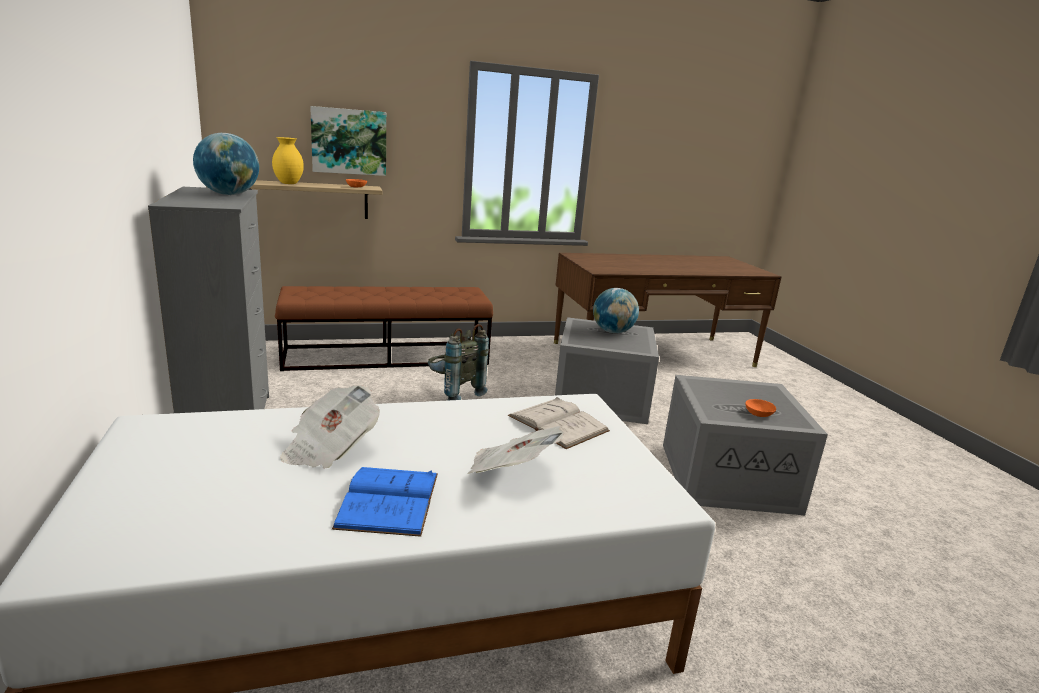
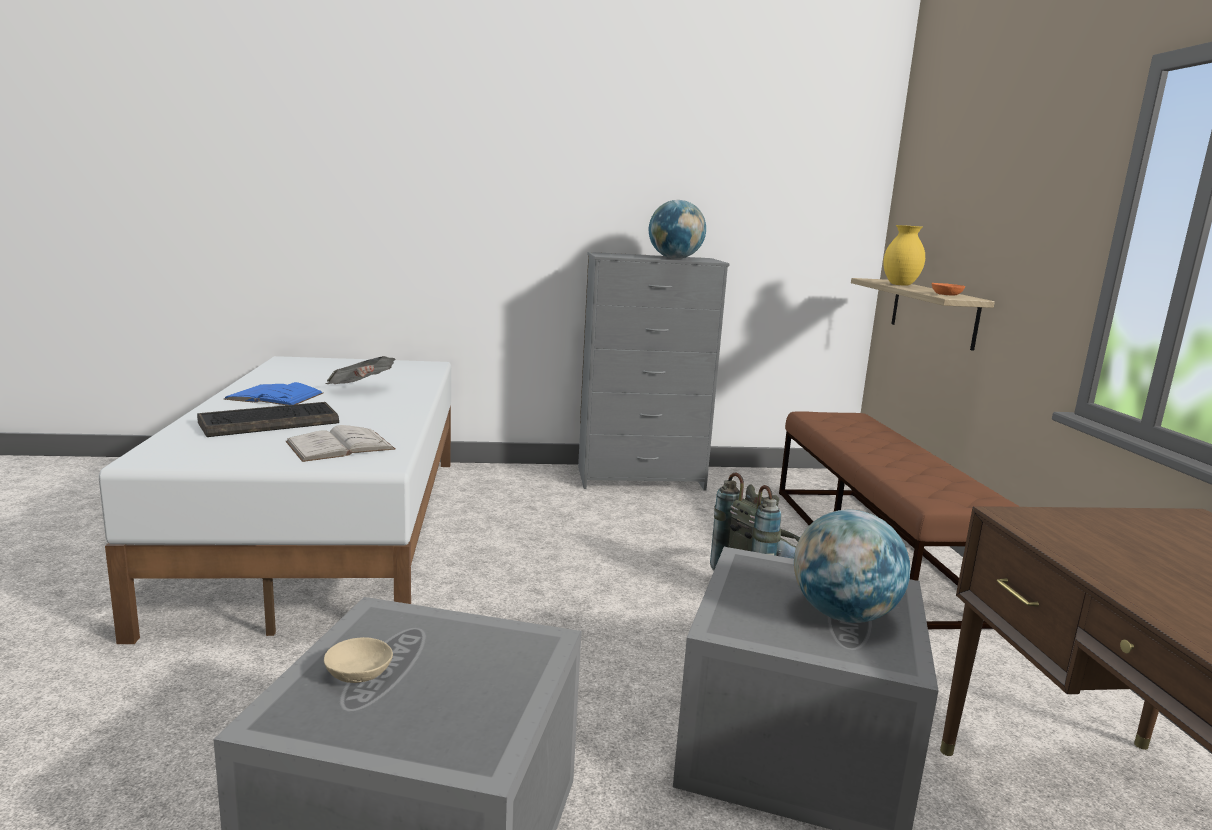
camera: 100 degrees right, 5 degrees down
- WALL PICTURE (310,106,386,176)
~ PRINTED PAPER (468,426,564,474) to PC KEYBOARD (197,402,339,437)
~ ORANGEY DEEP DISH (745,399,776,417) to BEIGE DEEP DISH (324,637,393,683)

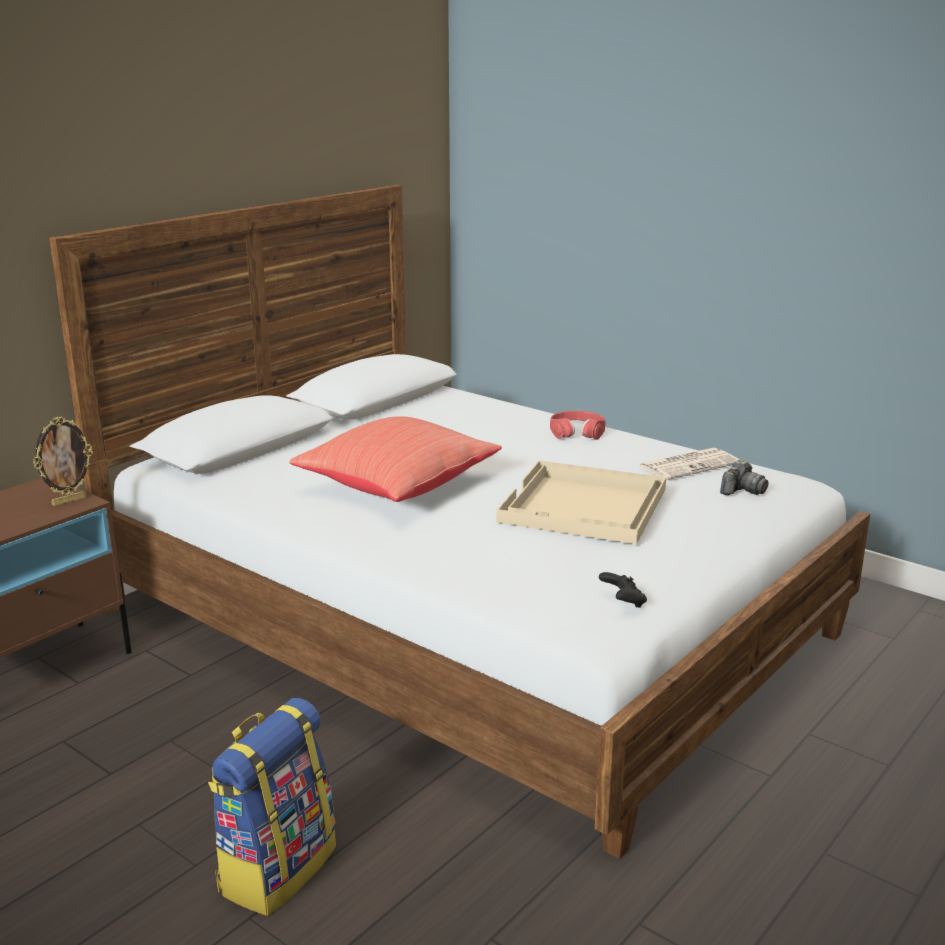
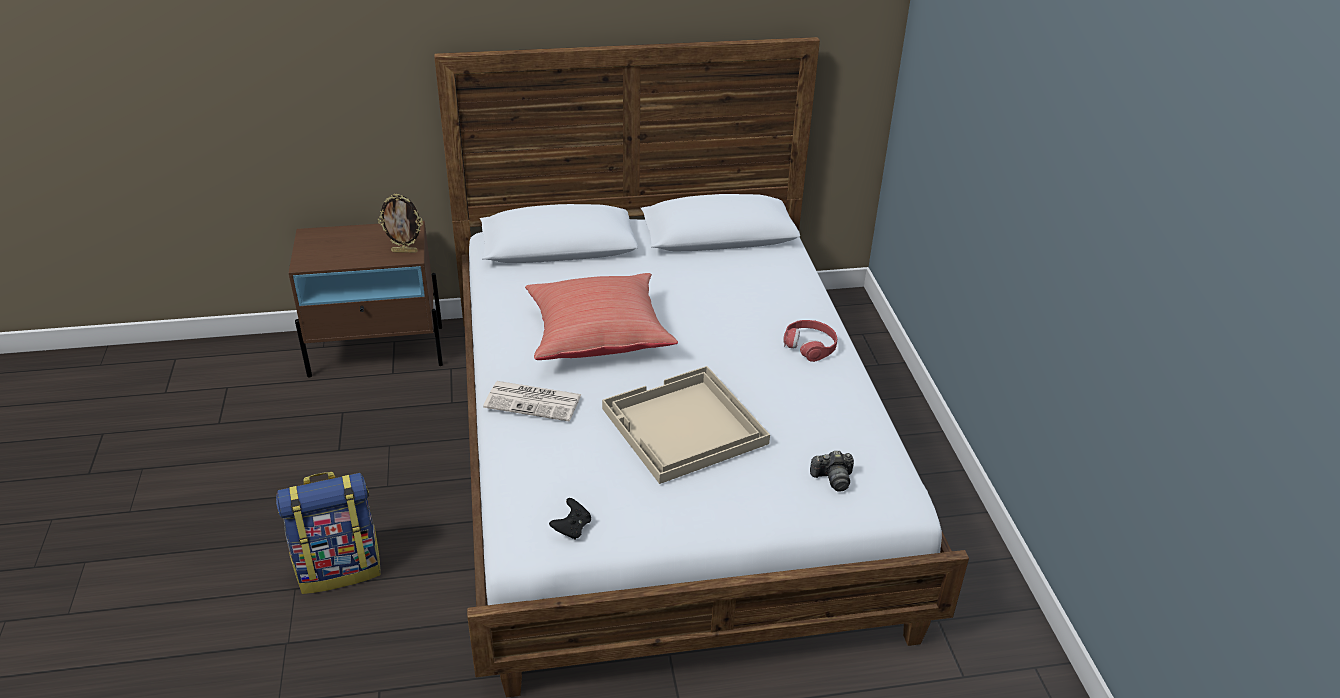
camera: 40 degrees right, 15 degrees up
~ PRINTED PAPER (639,448,739,480) to (483,381,582,421)

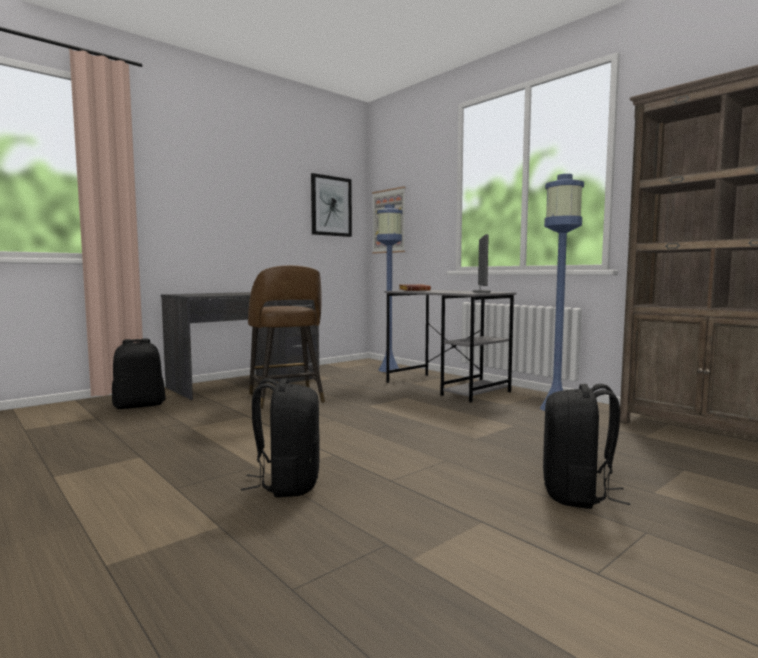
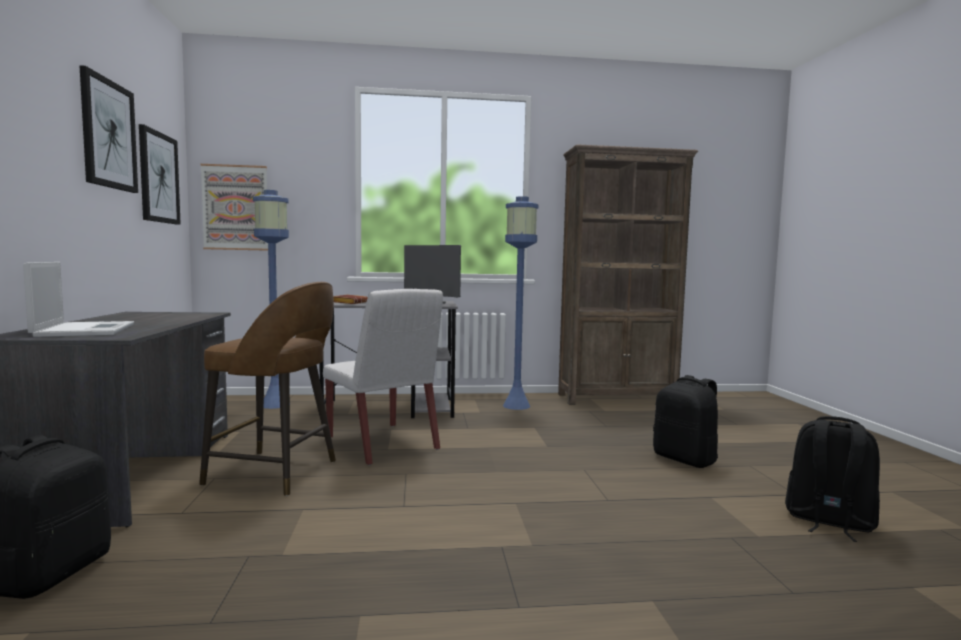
camera: 55 degrees left, 0 degrees up
~ BLACKISH RUCKSACK (241,378,320,497) to (785,416,880,542)
+ LAPTOP (23,262,134,337)
+ WALL PICTURE (79,65,138,193)
+ WHITISH CHAIR (323,289,443,466)

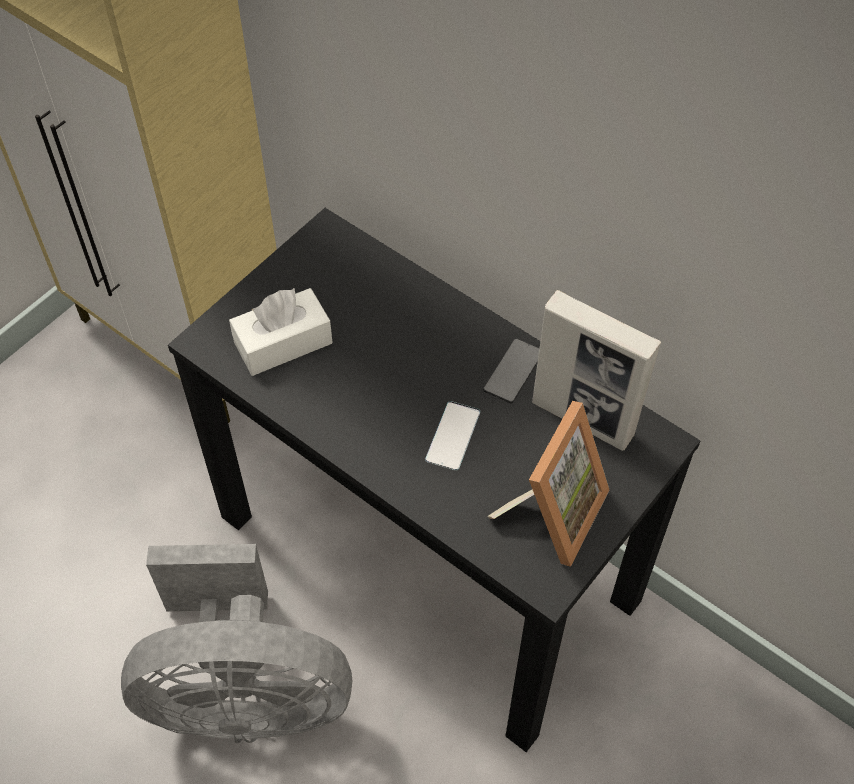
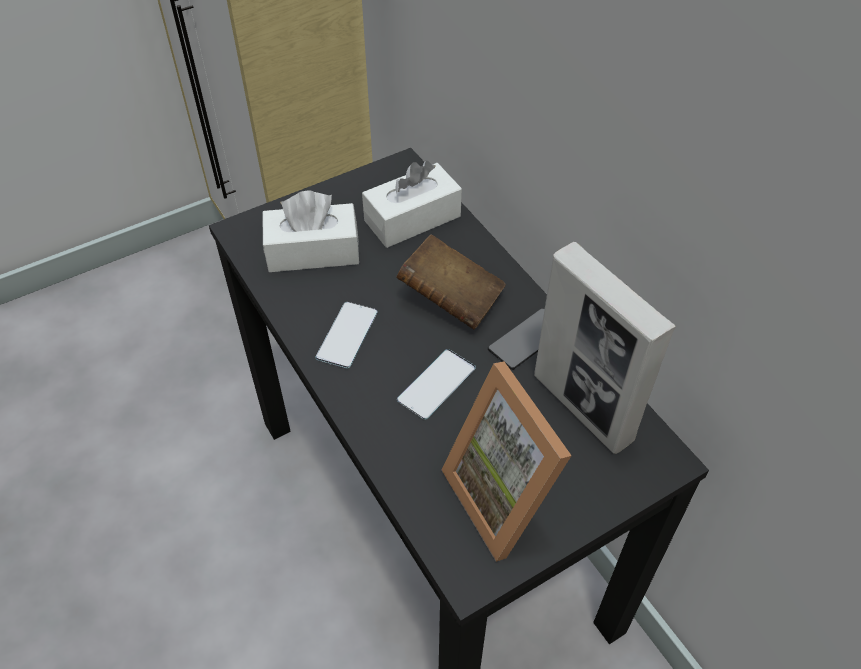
camera: 20 degrees right, 5 degrees down
- GREY COOLING FAN (121,544,352,743)
~ PHOTO FRAME (487,401,609,567) = (441,362,572,562) 105 degrees clockwise
+ HANDSET (315,302,378,369)
+ WHITISH BOX OF TISSUES (362,161,462,248)
+ BROWNISH BOUND BOOK (396,234,506,330)

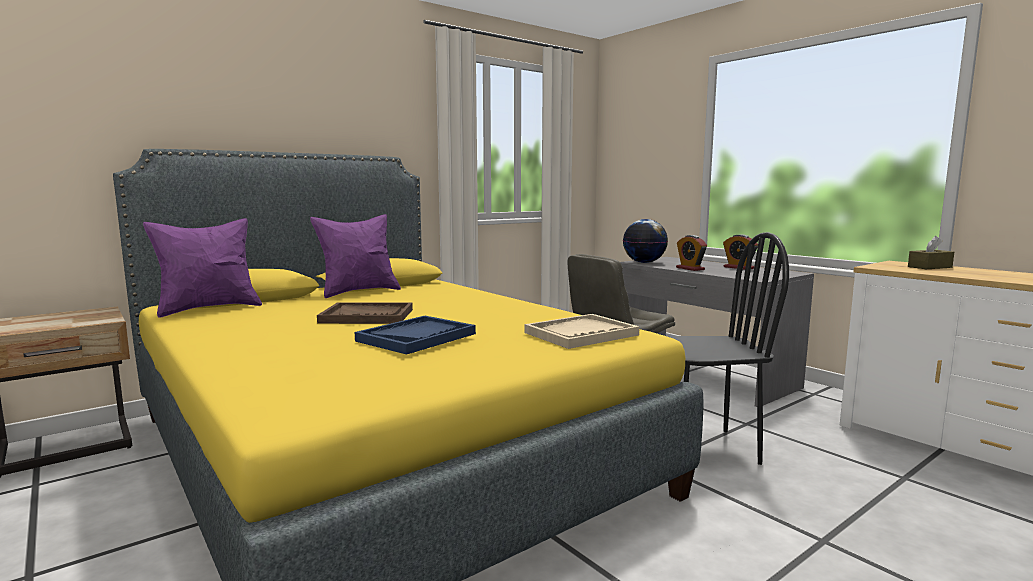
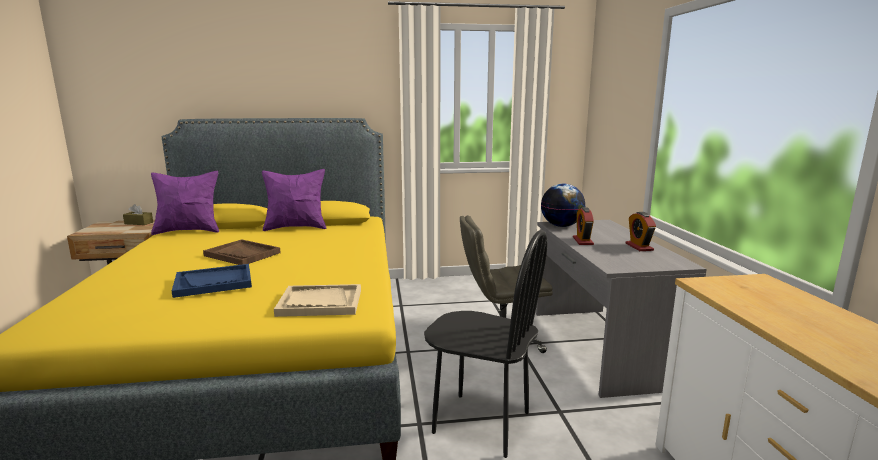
camera: 30 degrees right, 5 degrees up
~ BROWNISH BOX OF TISSUES (908,236,954,269) to (123,204,153,225)

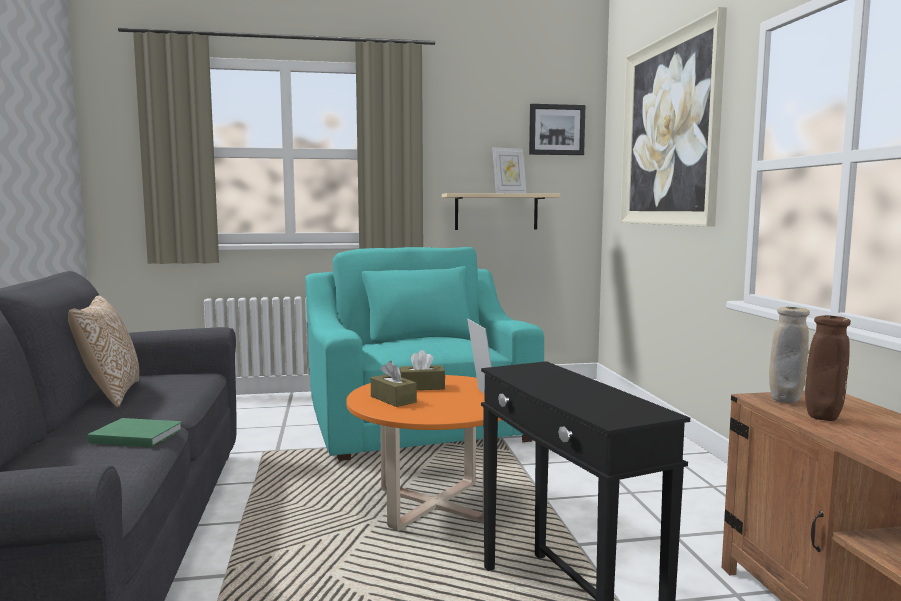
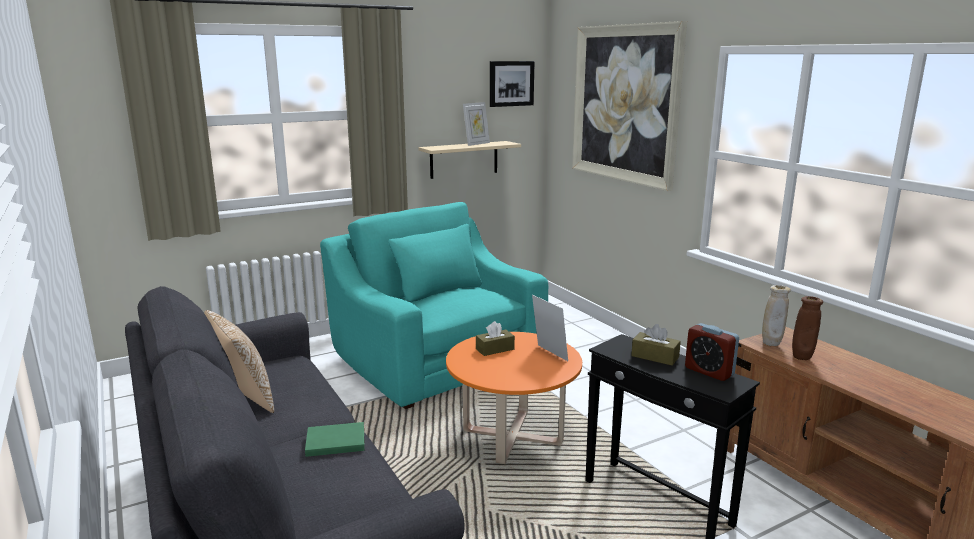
camera: 20 degrees left, 10 degrees up
~ BROWNISH BOX OF TISSUES (371,361,417,407) to (631,324,681,365)
+ BEDSIDE CLOCK (685,323,739,381)

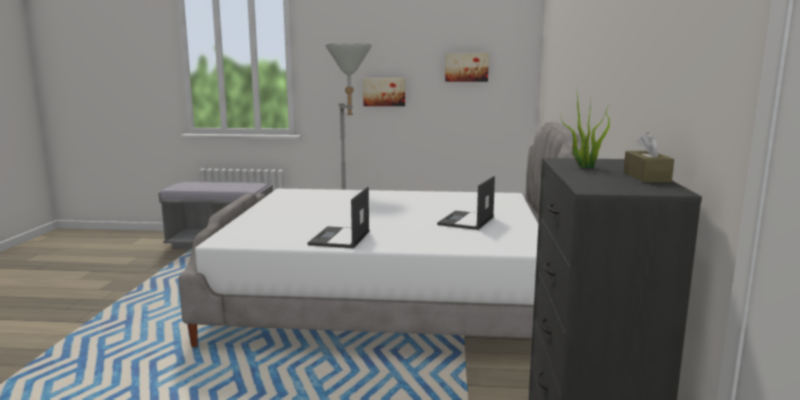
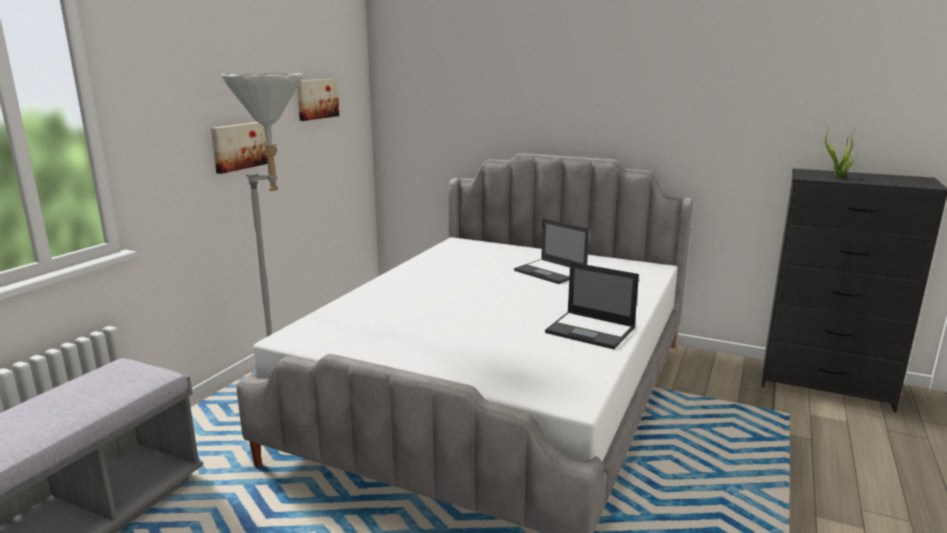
camera: 70 degrees left, 5 degrees up
- BROWNISH BOX OF TISSUES (624,132,674,183)

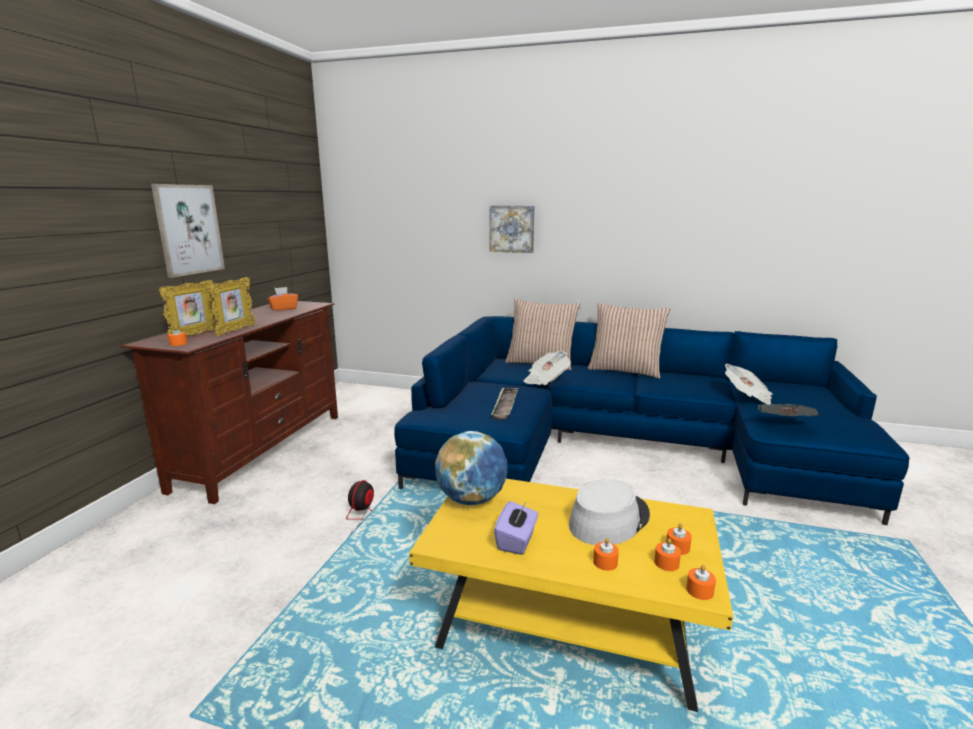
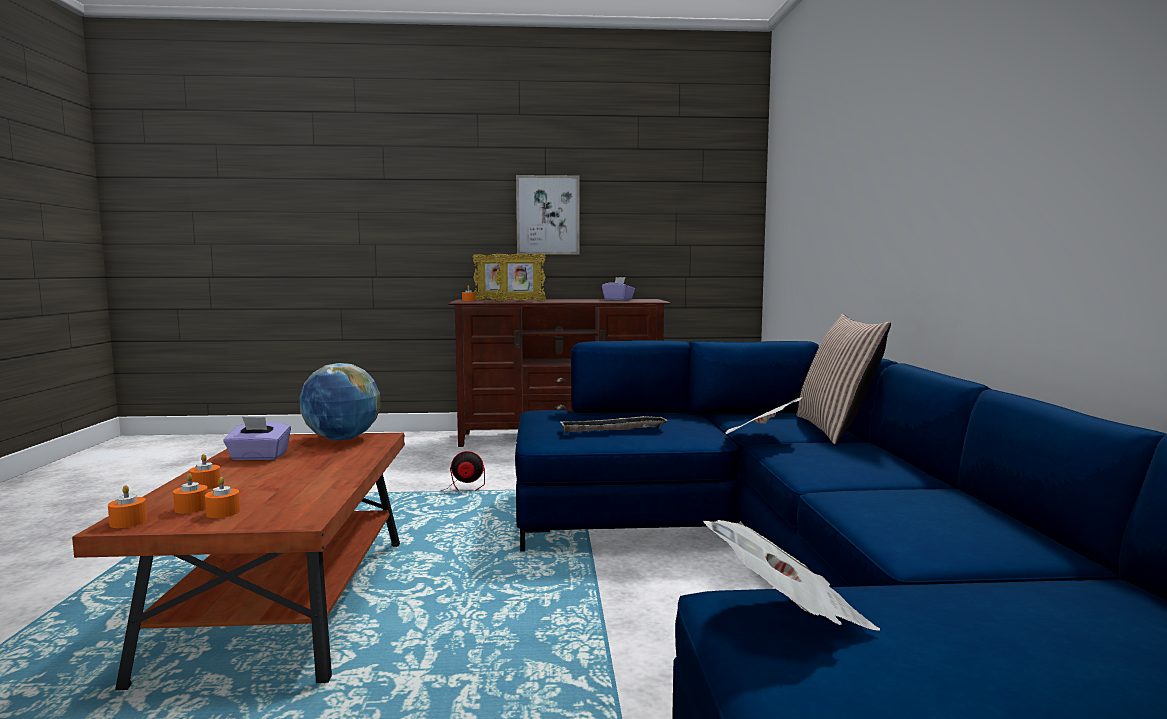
camera: 70 degrees right, 10 degrees down
~ ORANGEY BOX OF TISSUES (267,287,298,311) to PURPLISH BOX OF TISSUES (602,277,635,301)
~ YELLOWISH LOUNGE TABLE (409,479,733,712) to BROWNISH LOUNGE TABLE (72,433,405,690)
- WALL PICTURE (489,206,535,253)
- GREY WEARABLE HAT (569,479,650,545)
- PILLOW (588,303,670,379)
- PRINTED PAPER (725,364,773,404)

